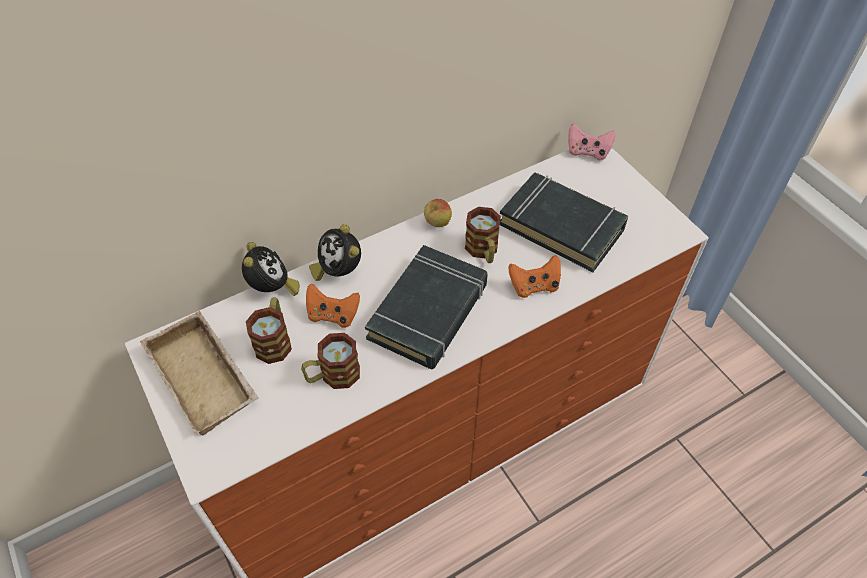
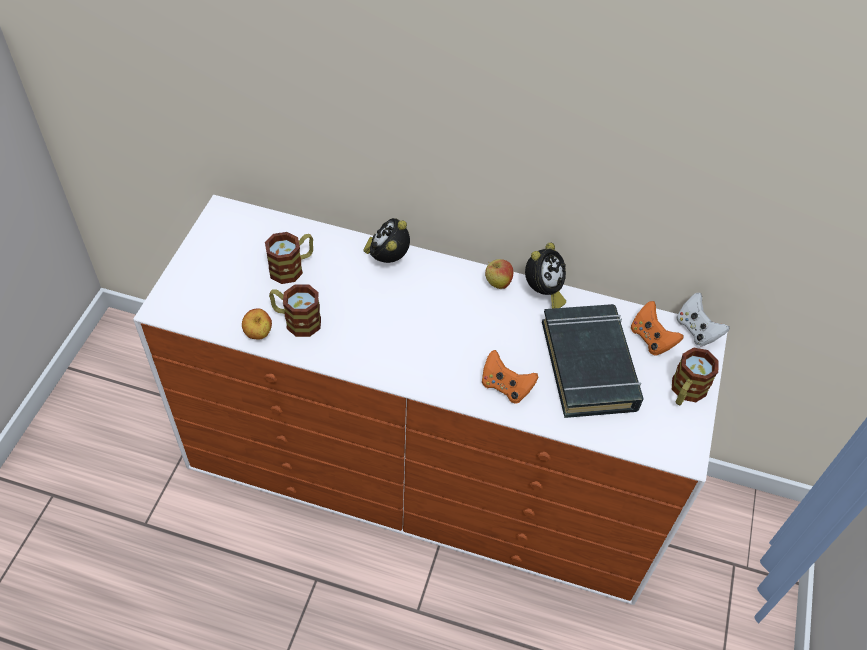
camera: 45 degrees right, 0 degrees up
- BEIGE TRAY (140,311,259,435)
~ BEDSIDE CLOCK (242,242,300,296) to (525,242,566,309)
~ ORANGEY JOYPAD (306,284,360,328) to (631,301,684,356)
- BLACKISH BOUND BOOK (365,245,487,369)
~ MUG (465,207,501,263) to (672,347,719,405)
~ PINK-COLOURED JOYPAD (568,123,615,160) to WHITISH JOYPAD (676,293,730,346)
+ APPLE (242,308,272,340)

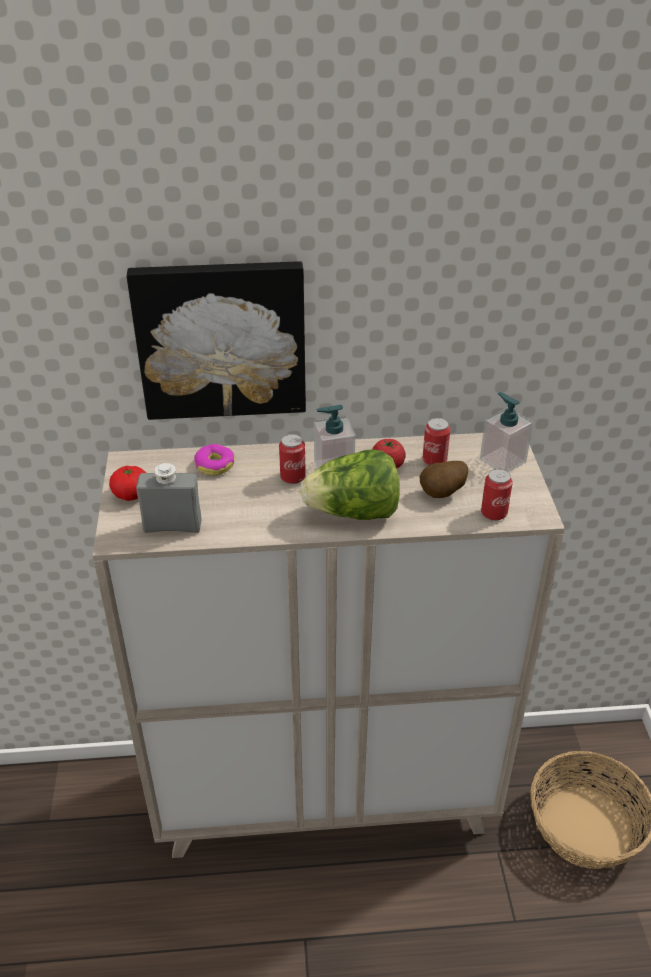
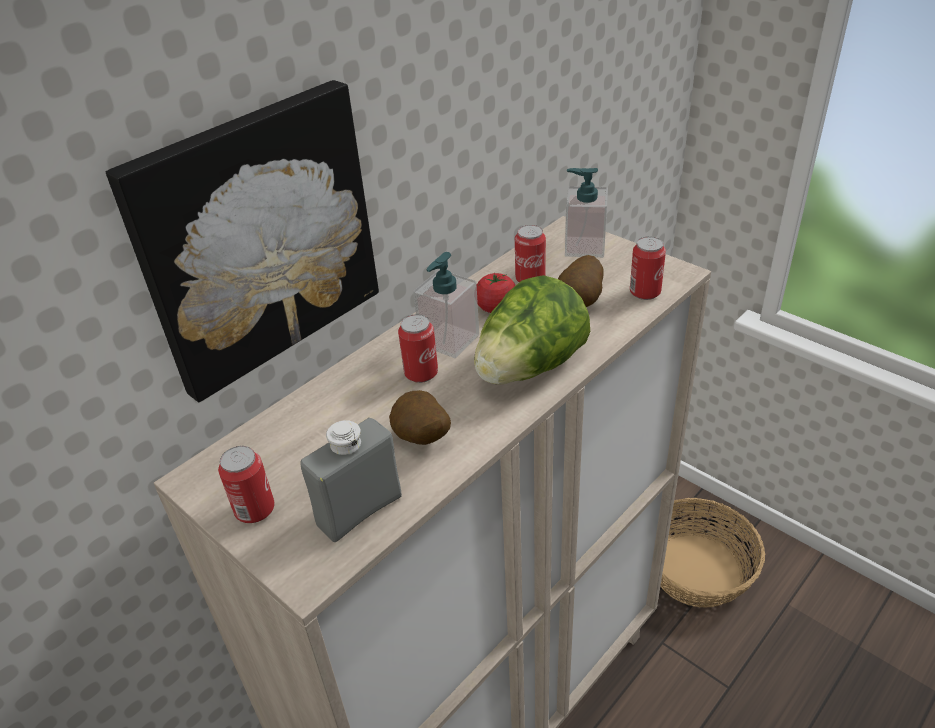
camera: 40 degrees left, 0 degrees up
~ TOMATO (109,466,146,501) to SEALED CAN (218,446,274,523)
- DOUGHNUT (194,444,235,475)
+ SPUD (389,390,451,445)

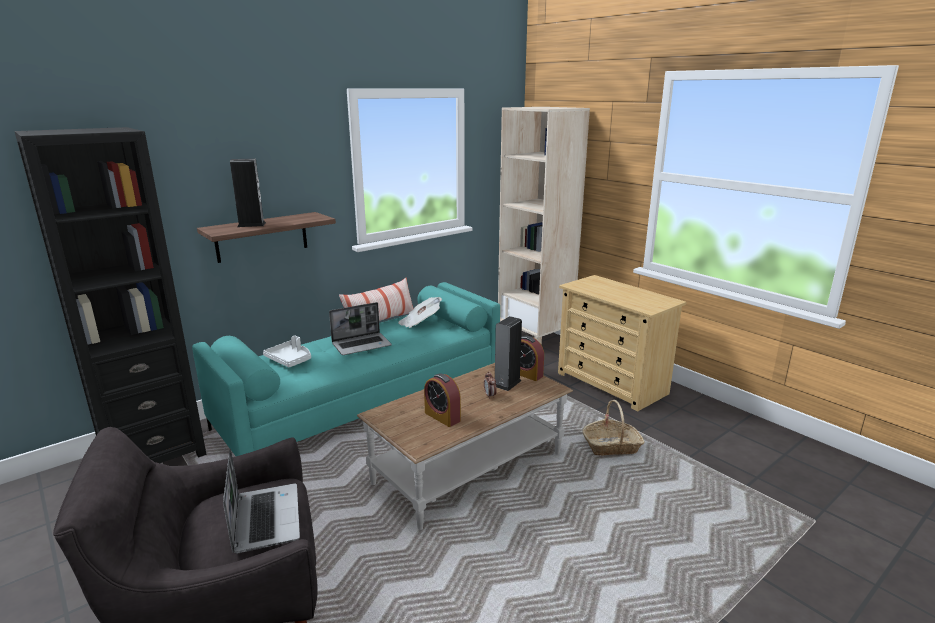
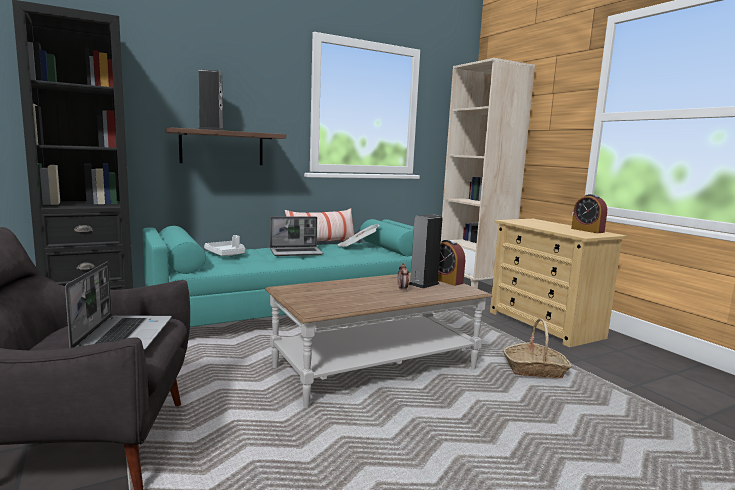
camera: 10 degrees right, 10 degrees down
~ BEDSIDE CLOCK (424,373,461,427) to (571,194,607,233)

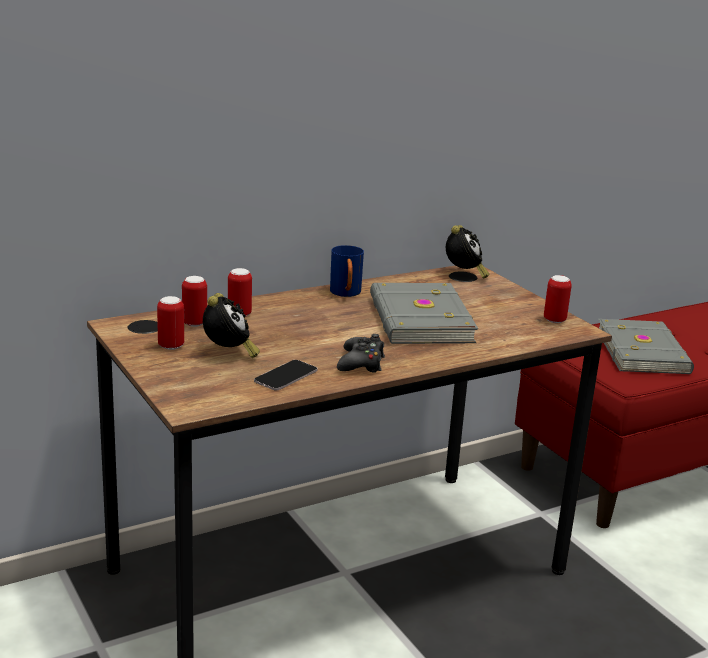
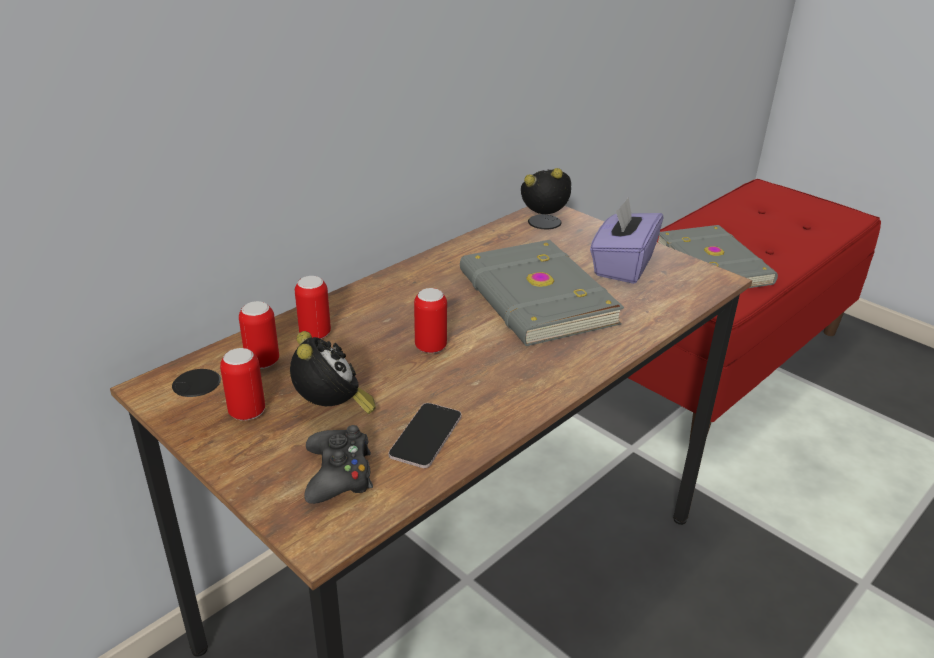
camera: 15 degrees left, 10 degrees up
- BLUE MUG (330,245,364,297)
~ BLACKISH JOYPAD (337,334,385,373) to (304,425,373,504)
~ BEDSIDE CLOCK (446,225,489,279) = (521,168,571,214) 90 degrees counterclockwise
~ SEALED CAN (544,275,572,323) to (414,288,447,353)
+ PURPLISH BOX OF TISSUES (590,197,663,284)

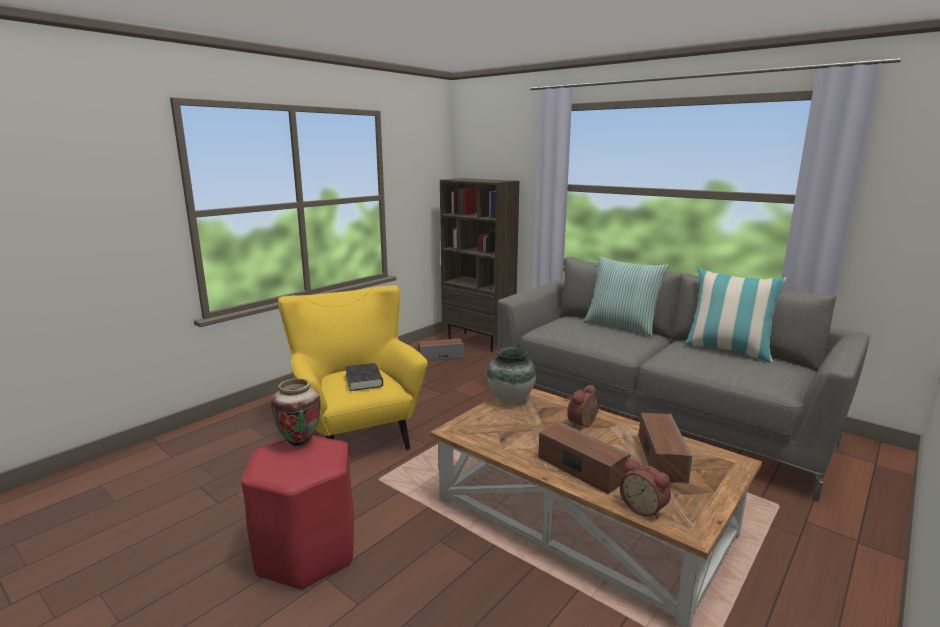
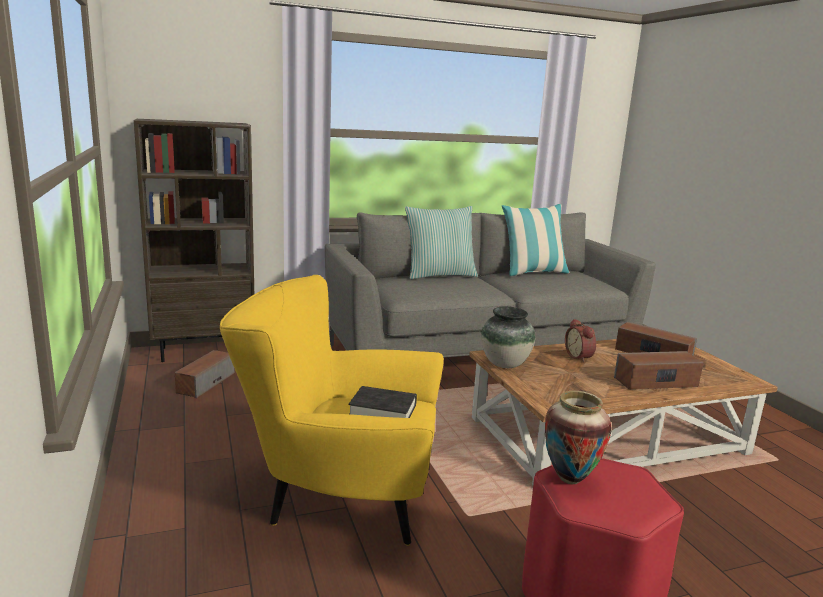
camera: 60 degrees left, 0 degrees up
- BEDSIDE CLOCK (620,458,671,519)

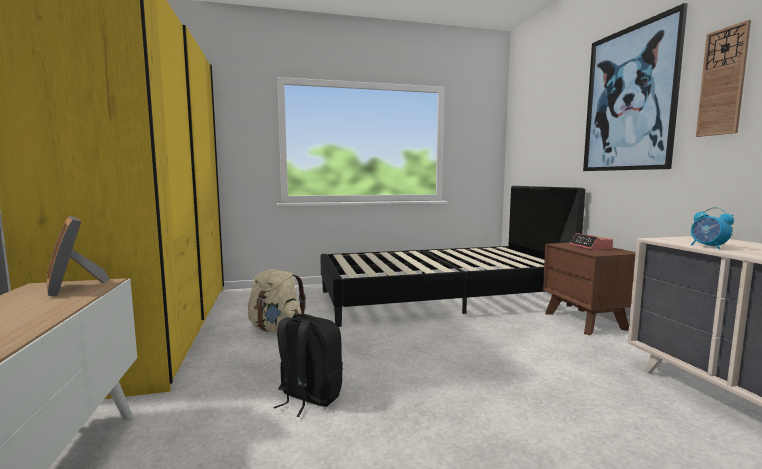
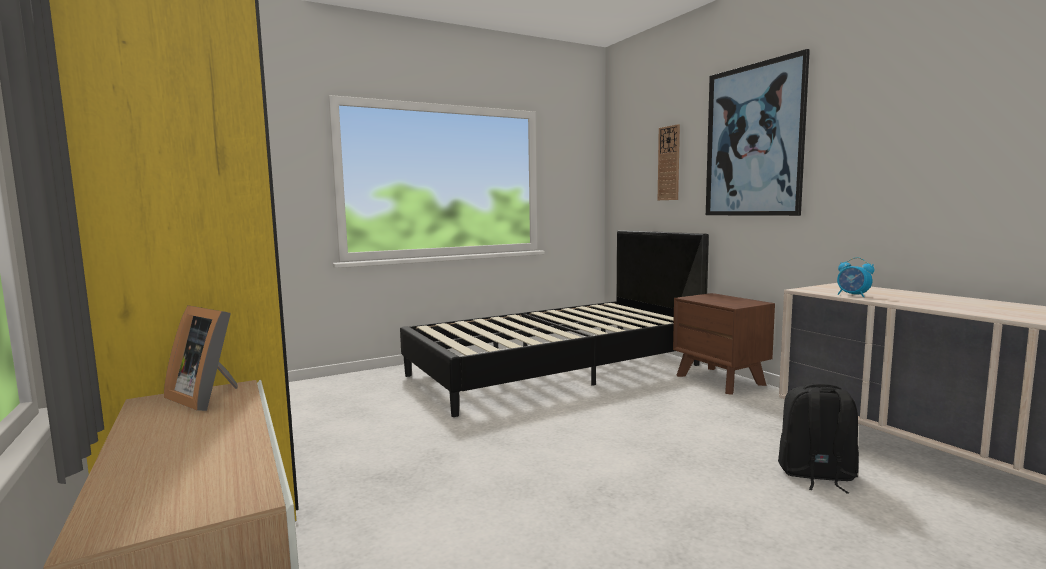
camera: 15 degrees left, 0 degrees up
- BEIGE RUCKSACK (248,270,306,333)
~ BLACKISH RUCKSACK (273,314,343,417) to (778,383,859,493)
- BEDSIDE CLOCK (570,233,613,250)
~ CLOCK ON THE WALL (696,20,751,137) to (658,124,680,200)

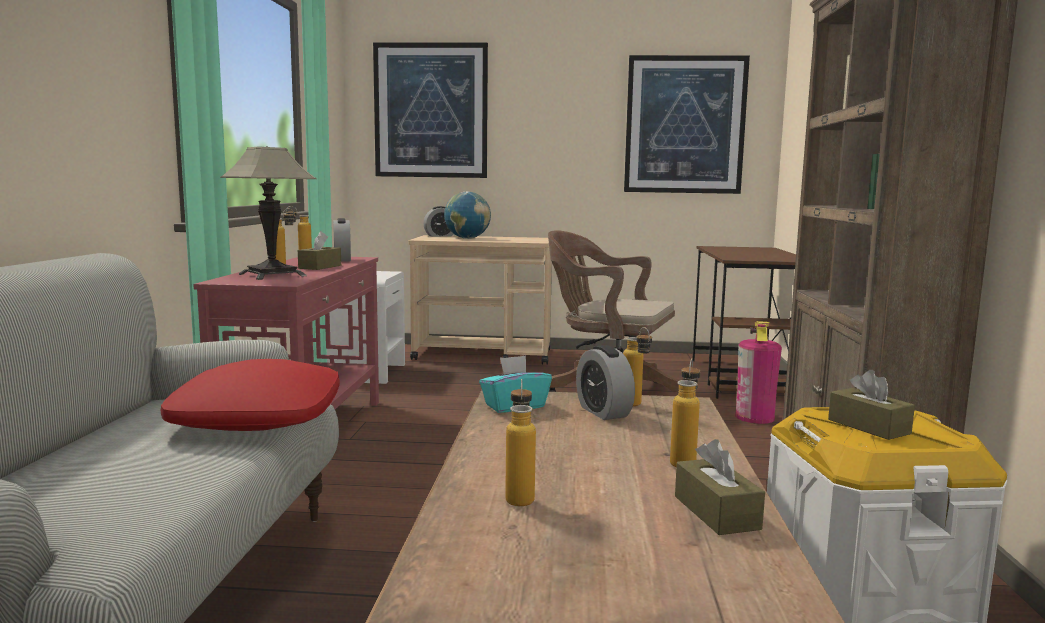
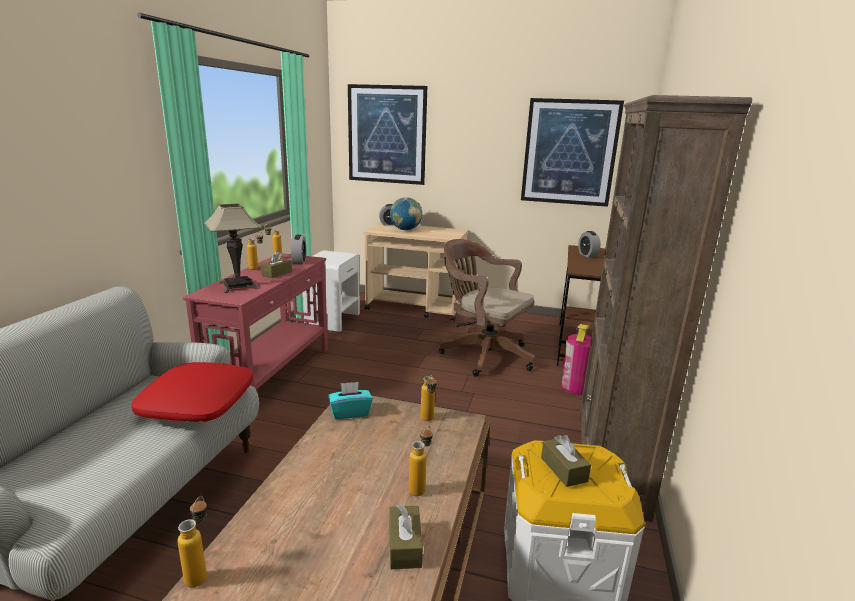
camera: 10 degrees right, 10 degrees up
~ DRINK BOTTLE (505,379,536,506) to (177,496,207,588)
~ BEDSIDE CLOCK (576,345,635,420) to (578,231,601,258)

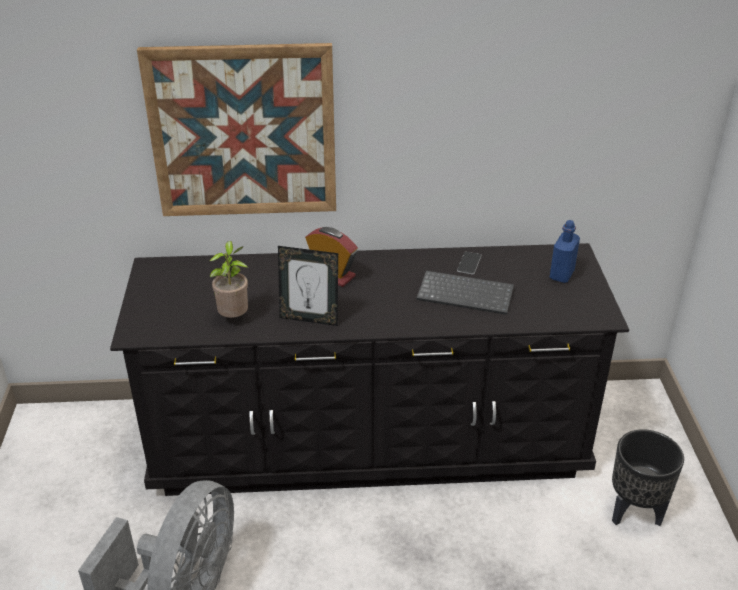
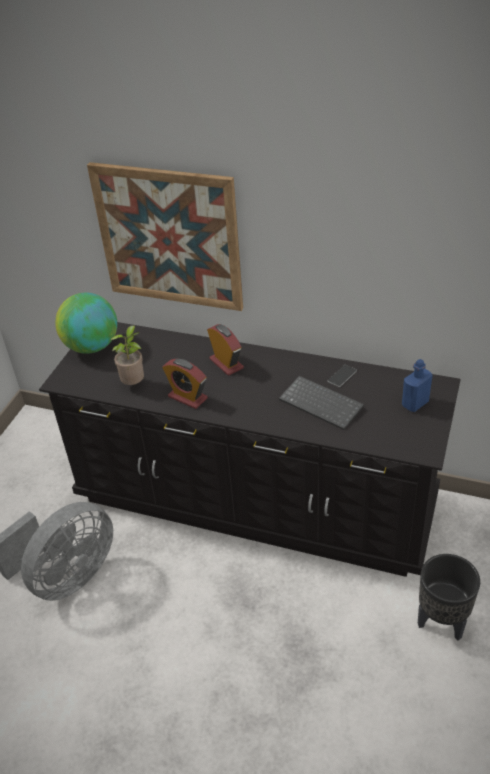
camera: 25 degrees right, 5 degrees up
~ PHOTO FRAME (278,246,338,326) to BEDSIDE CLOCK (162,359,208,409)
+ GLOBE (55,292,117,354)

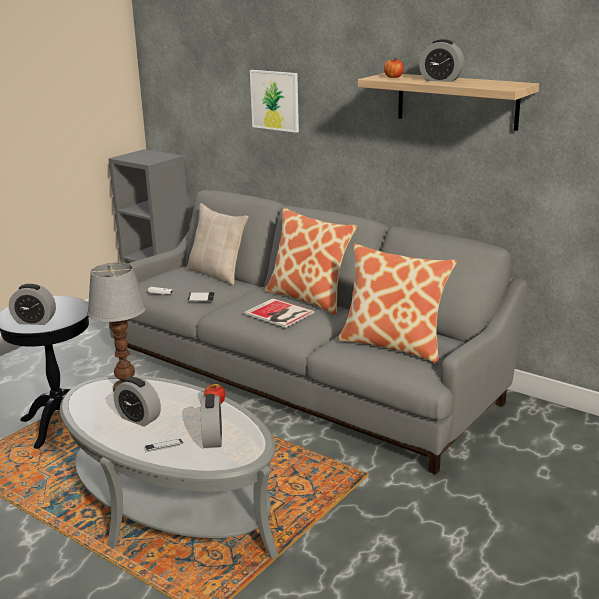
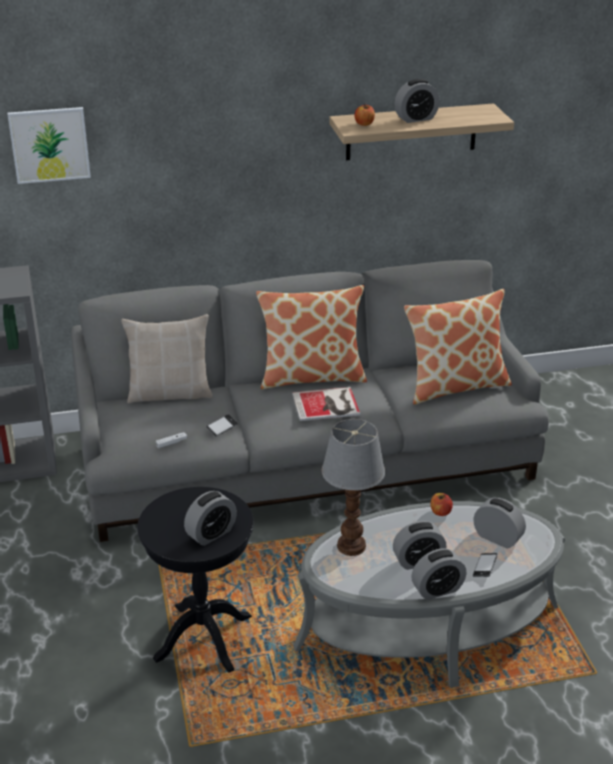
camera: 50 degrees left, 10 degrees up
~ WALL PICTURE (250,70,299,133) to (7,107,91,184)
+ BEDSIDE CLOCK (411,548,467,600)

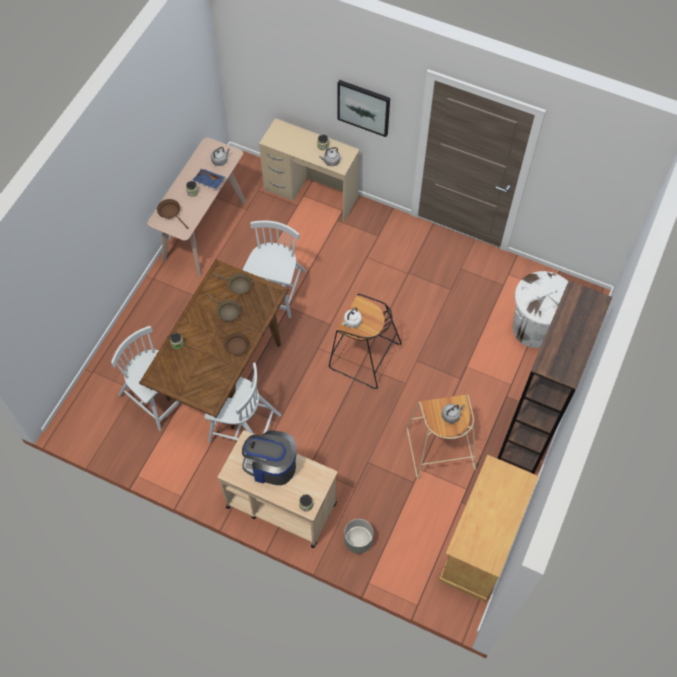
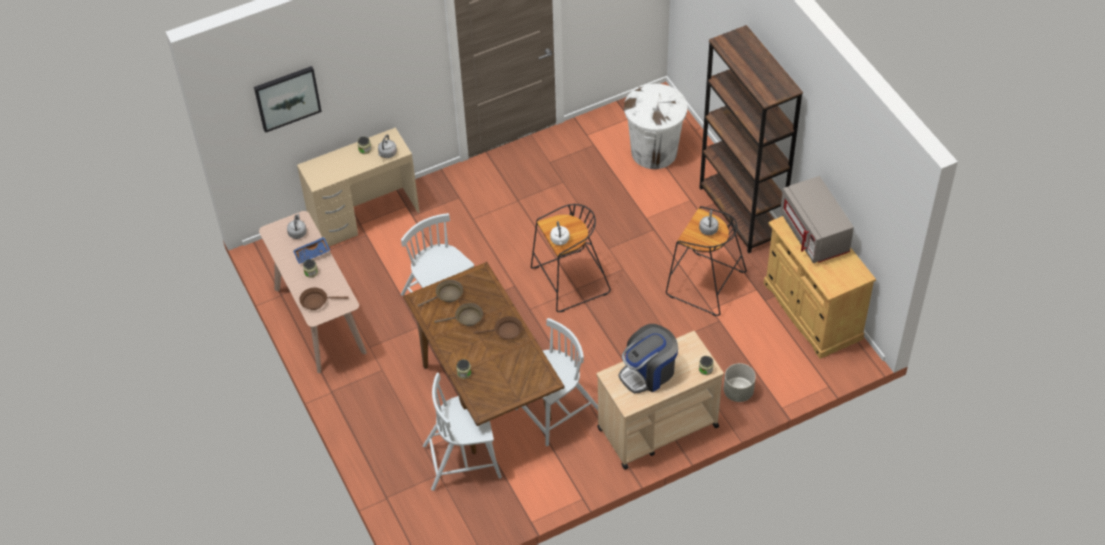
camera: 50 degrees left, 10 degrees down
~ WALL PICTURE (338,80,390,137) to (254,66,322,133)
~ BEIGE STOOL (407,394,476,479) to BLACKISH STOOL (666,206,747,316)
+ GREY KITCHEN MICROWAVE (780,176,854,263)

